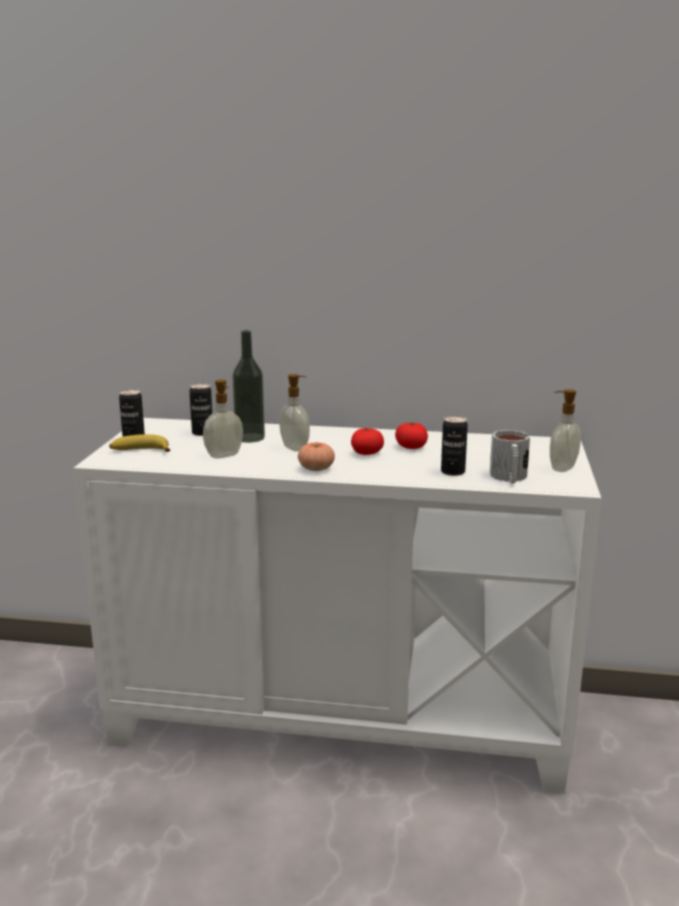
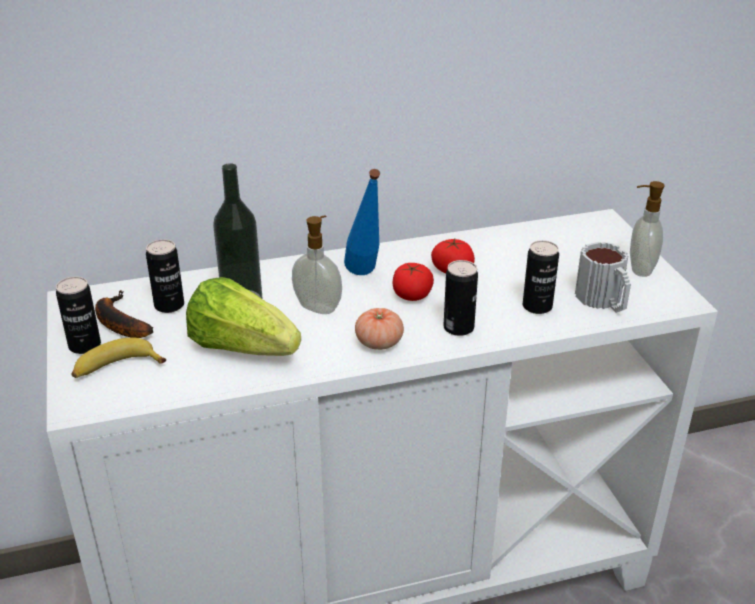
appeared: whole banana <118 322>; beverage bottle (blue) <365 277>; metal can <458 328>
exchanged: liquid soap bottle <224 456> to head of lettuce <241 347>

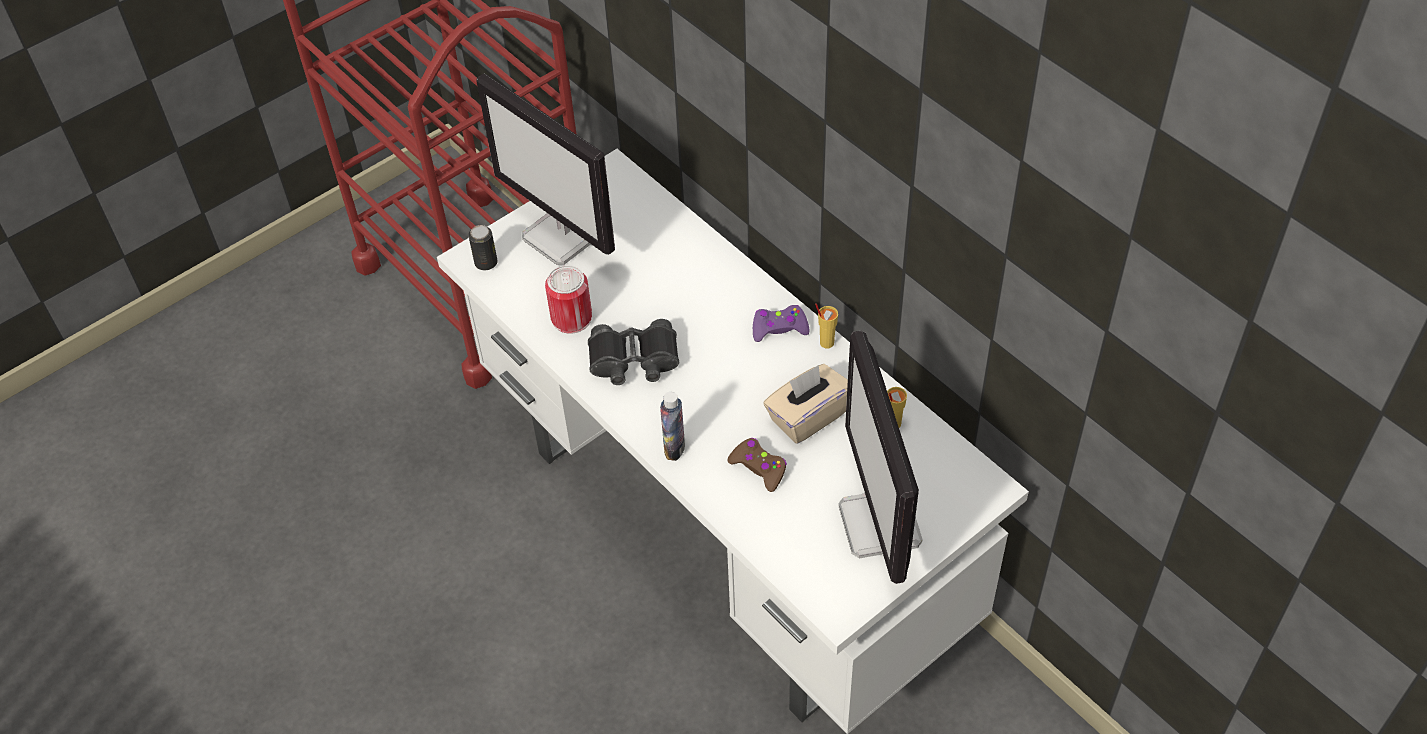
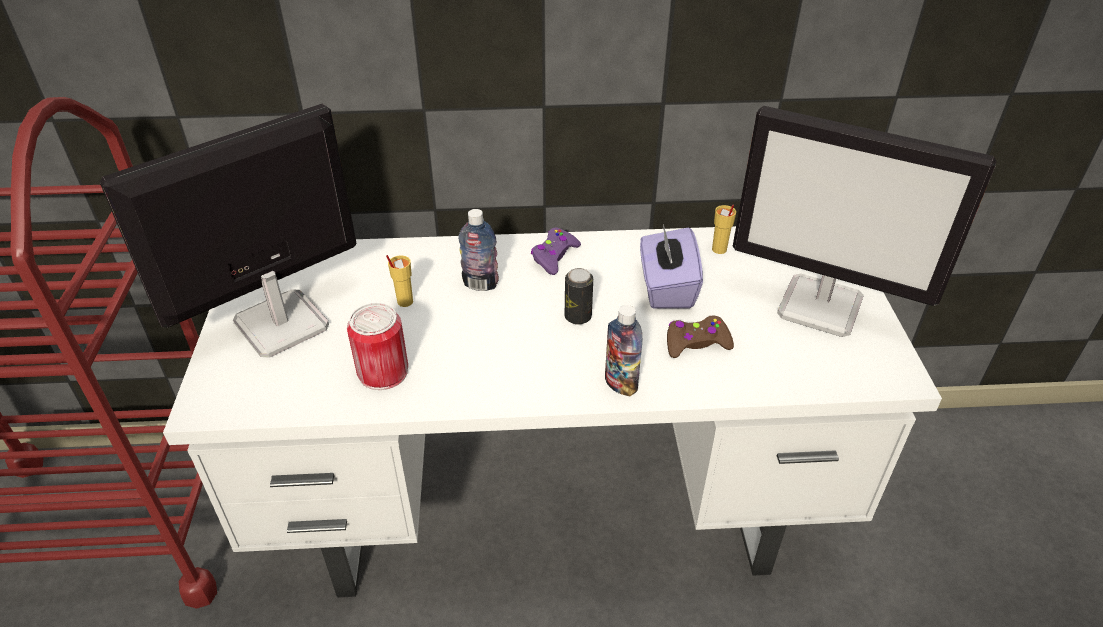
missing: binoculars (blackish) <634 361>
appeared: beverage bottle <480 284>
relocated: metal can <486 263> to <578 317>; small cup (yellowish) <826 342> to <404 302>
colour: tissue holder (sand-coloured) <808 416> to tissue holder (purple-coloured) <666 288>
spun: computer screen <563 236> = <280 326> 150 degrees clockwise

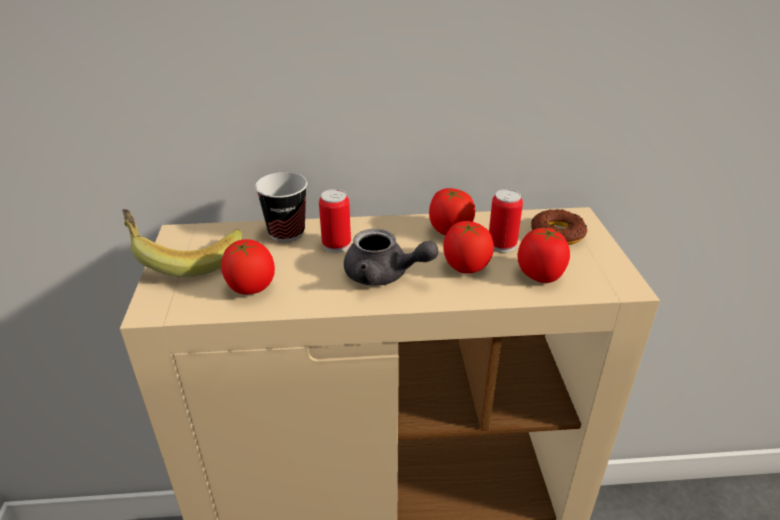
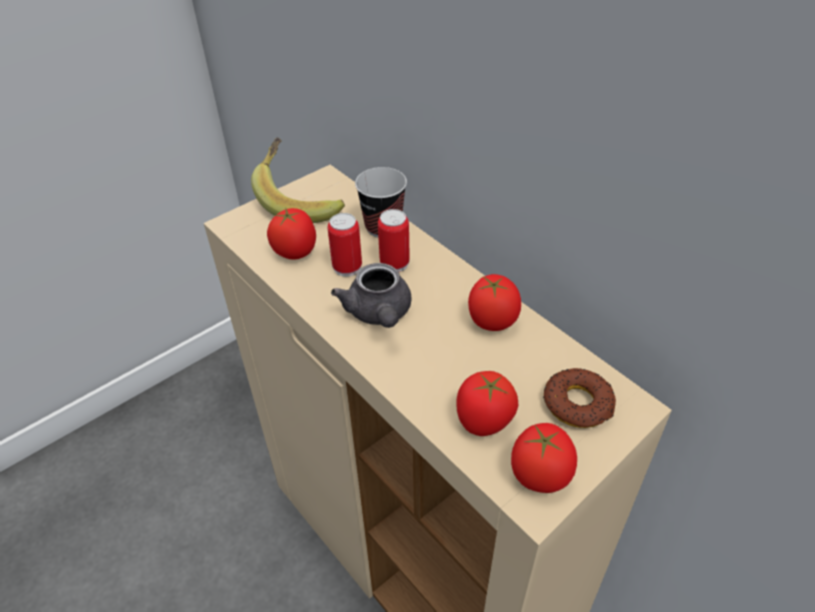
relocated: fresh tomato <465 267> to <539 474>; metal can <502 244> to <347 267>

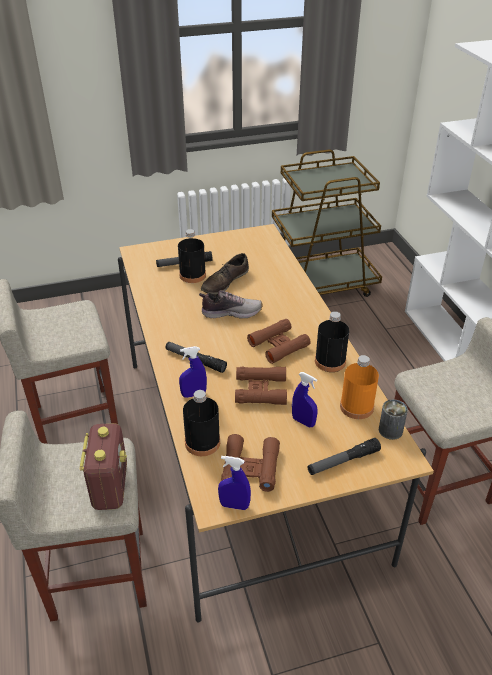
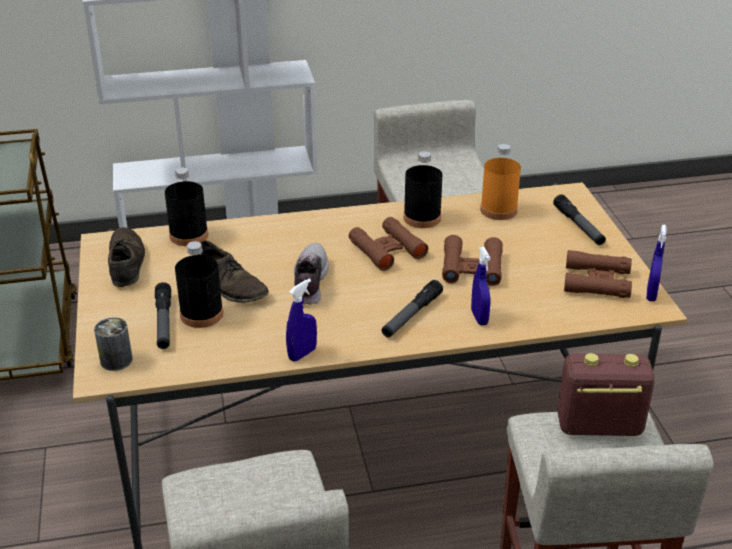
appeared: shoe (brownish) <126 263>
relocated: beverage bottle (blackish) <202 442> to <189 235>; hand sprayer (blue) <303 422> to <302 354>; metal can <390 430> to <116 360>

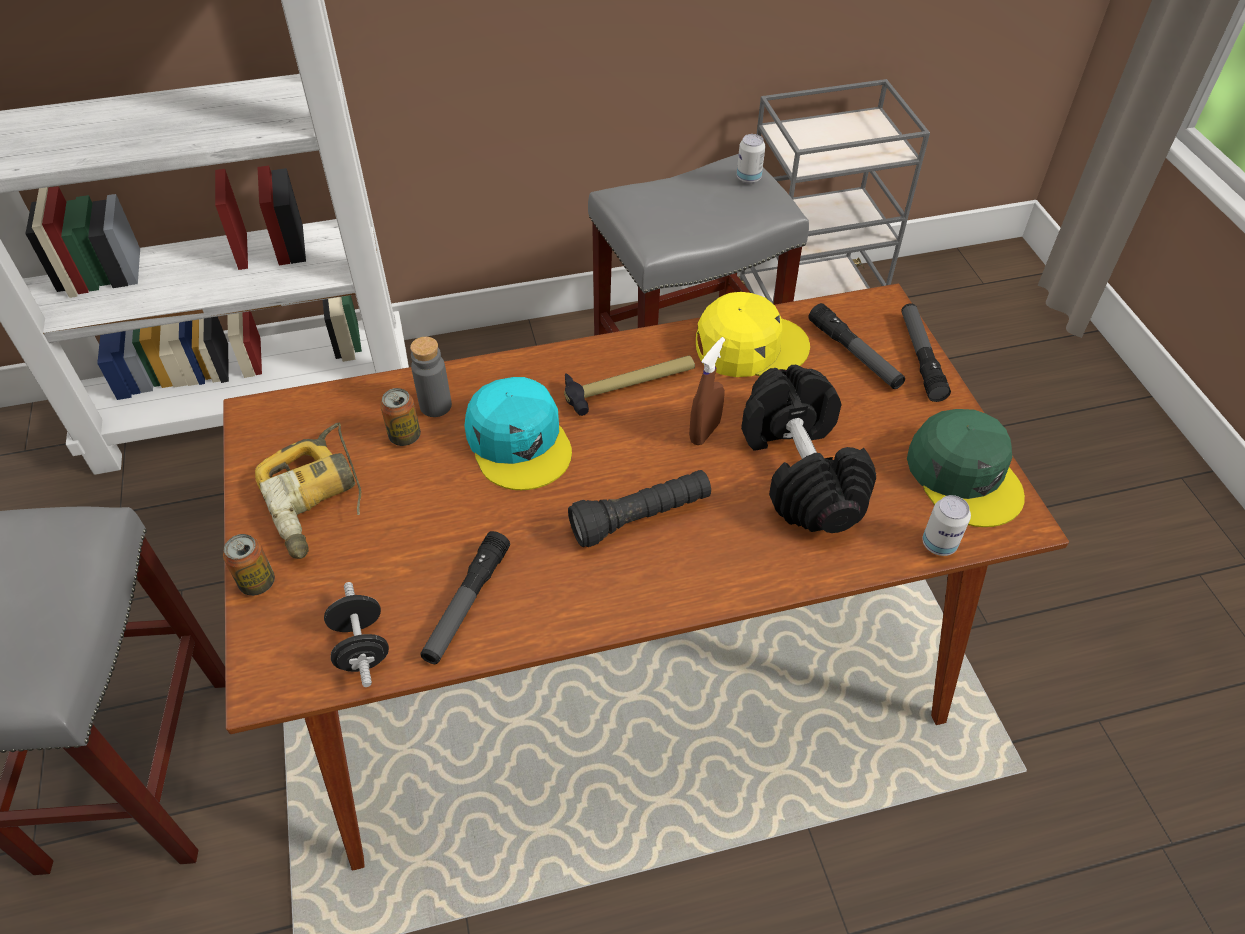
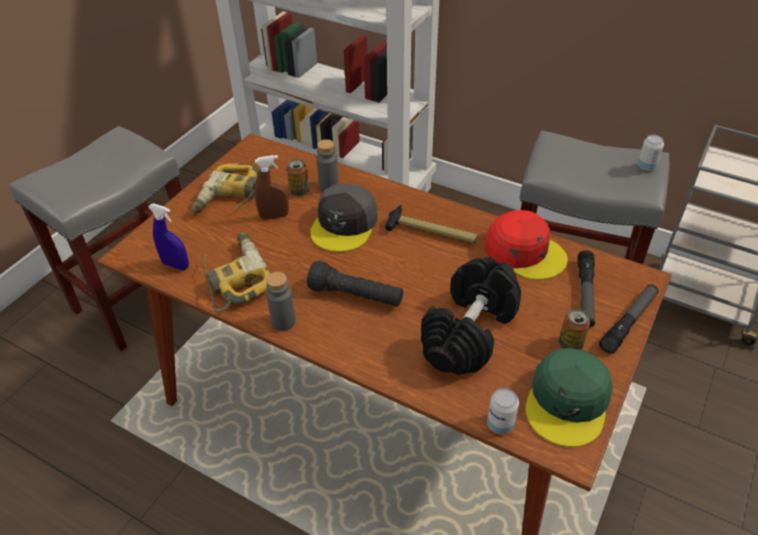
appeared: beverage bottle (gray) <283 322>
relocated: metal can <257 582> to <570 344>; hand sprayer (brownish) <705 432> to <274 216>
exchanged: hand weight (blackish) <361 647> to hand sprayer (blue) <176 265>; flashlight <466 603> to power drill <235 277>
colour: baseball cap (turquoise) <519 442> to baseball cap (gray) <345 224>; baseball cap (yellowish) <750 346> to baseball cap (red-coloured) <524 252>

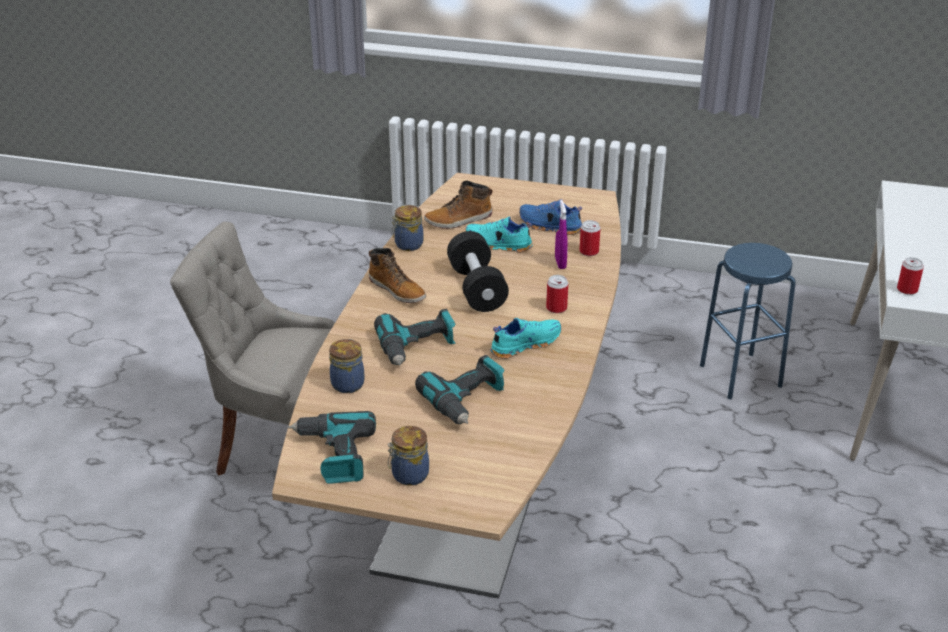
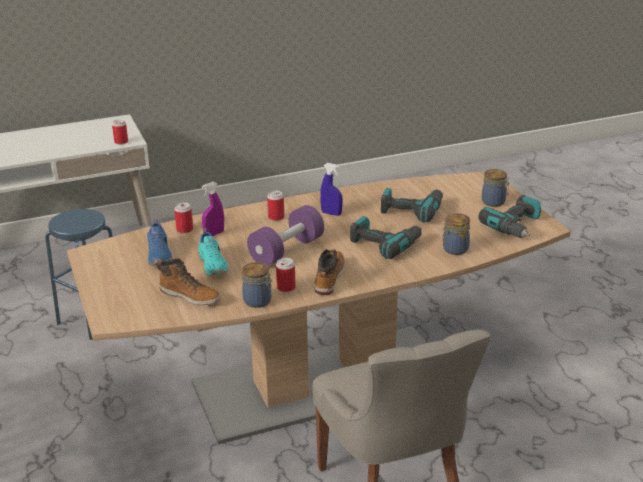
appeared: metal can <286 288>
exchanged: shoe (turquoise) <524 344> to hand sprayer (blue) <331 213>
colour: hand weight (blackish) <477 288> to hand weight (purple-coloured) <286 250>

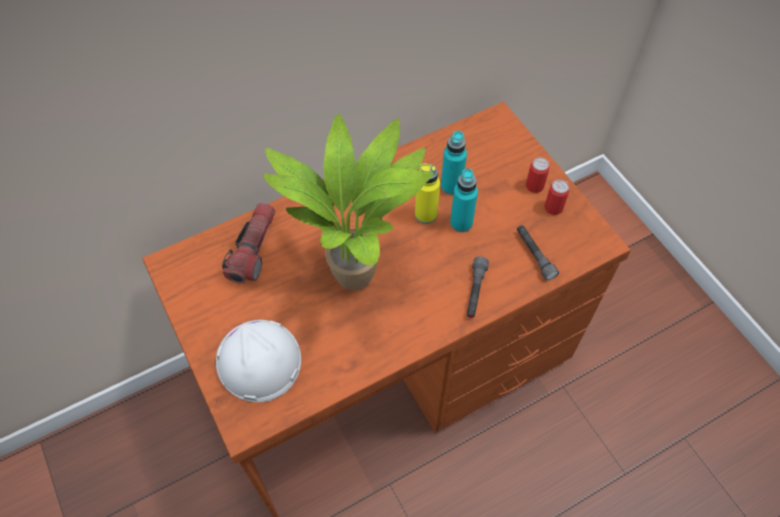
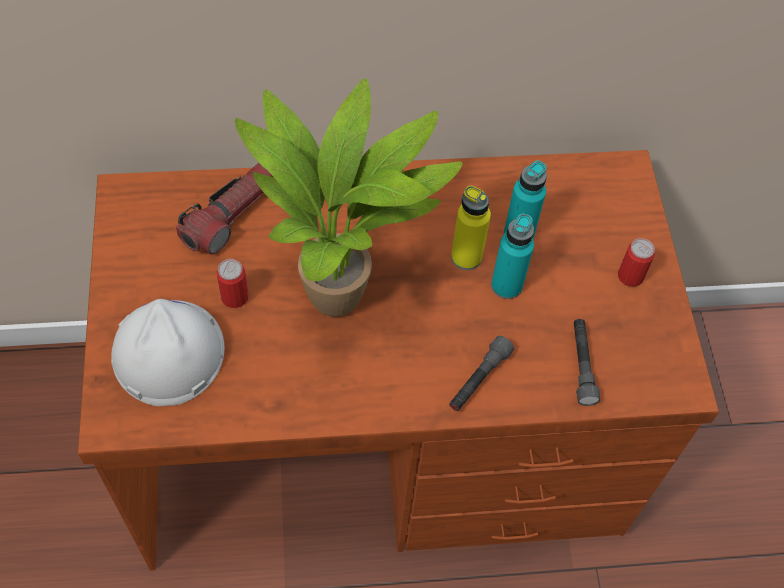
relocated: metal can <553 207> to <234 297>

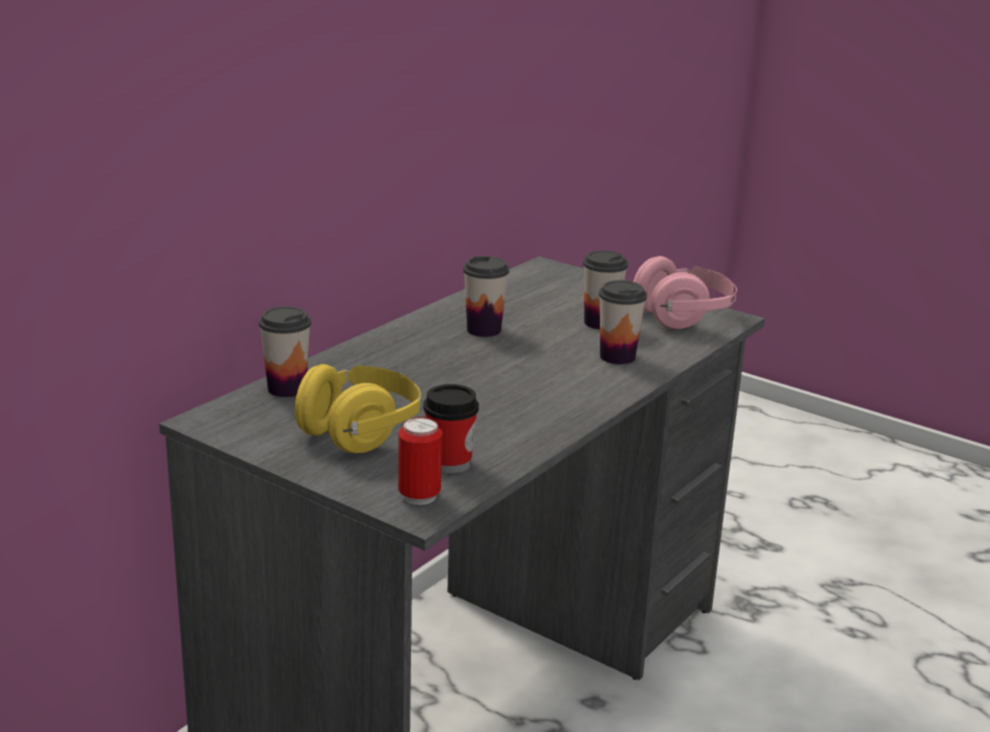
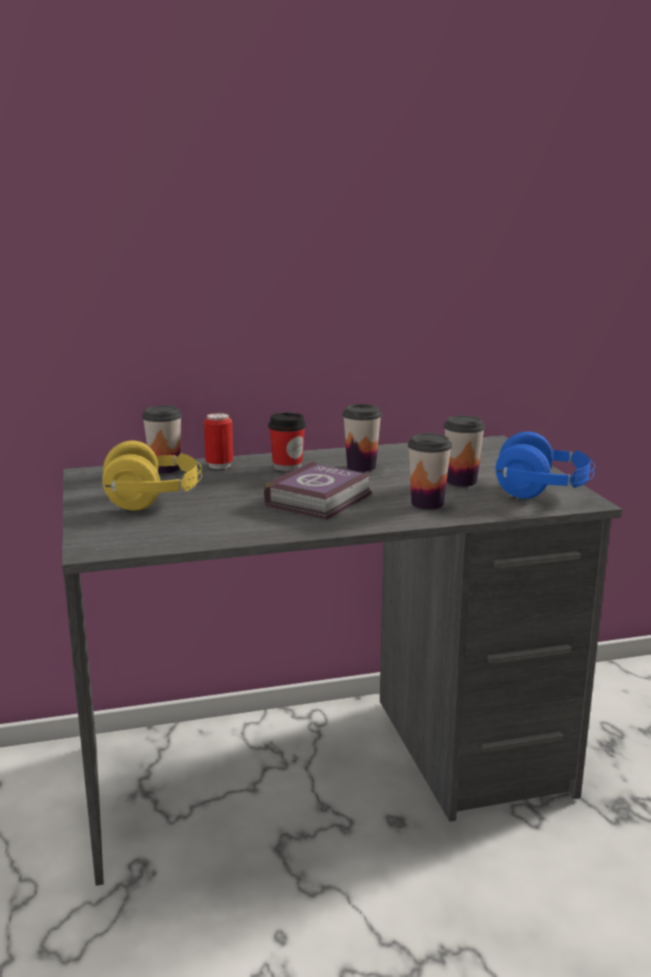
appeared: bound book <322 499>
relocated: metal can <419 496> to <219 465>; small cup <449 463> to <287 467>
colour: pair of headphones (pinkish) <683 316> to pair of headphones (blue) <543 492>

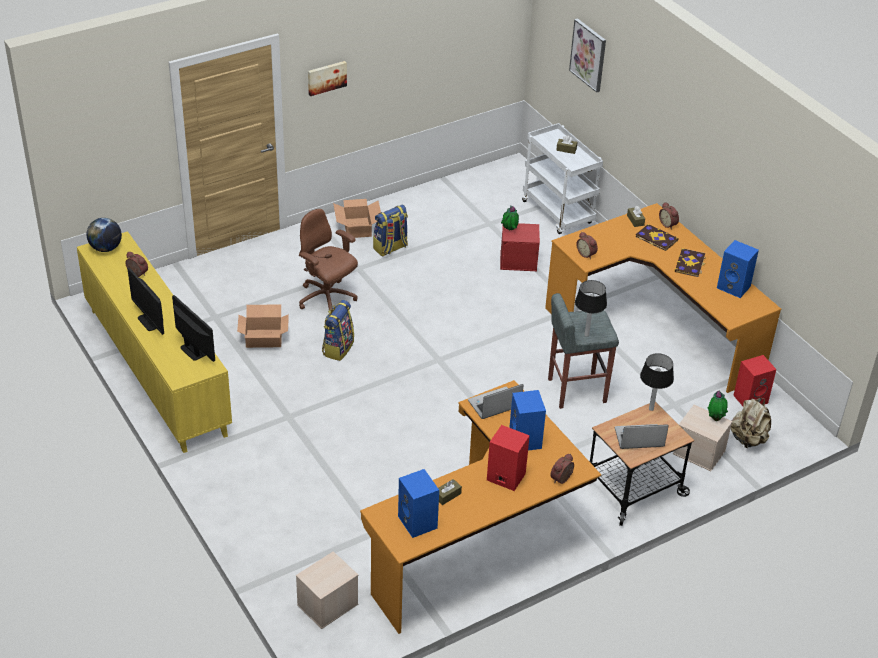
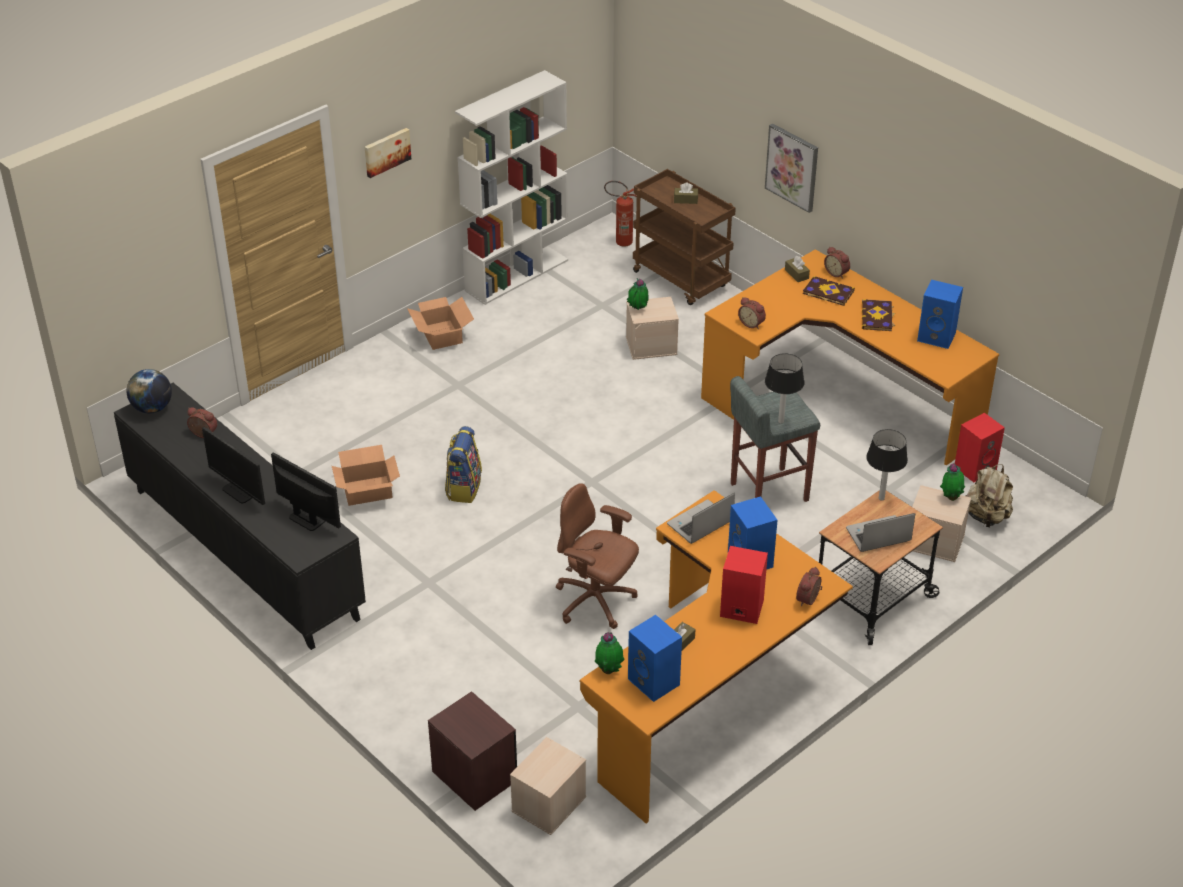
missing: rucksack <390 248>
appeared: nightstand (brownish) <474 776>; shelving unit (white) <517 275>; plant in a pot <609 670>; fire extinguisher <619 242>
relocated: desk chair (brownish) <327 299> to <596 602>; wall art <588 55> to <792 167>
colour: storage cabinet (yellowish) <156 371> to storage cabinet (blackish) <244 554>; storage bin (red-coloured) <519 260> to storage bin (sand-coloured) <652 345>; cart (white) <558 213> to cart (brownish) <682 280>

